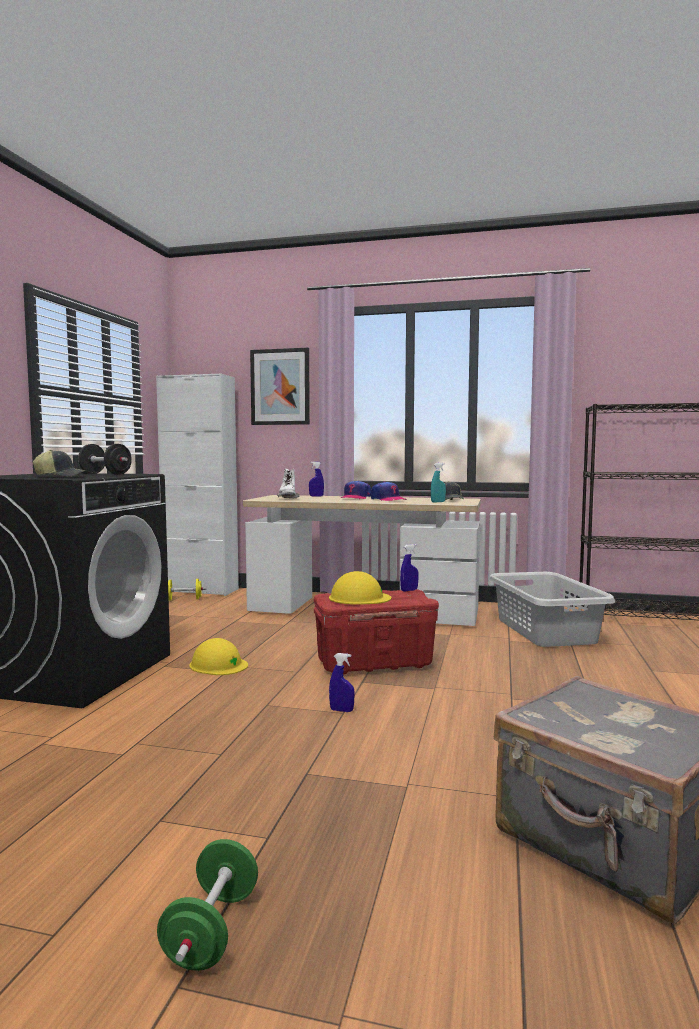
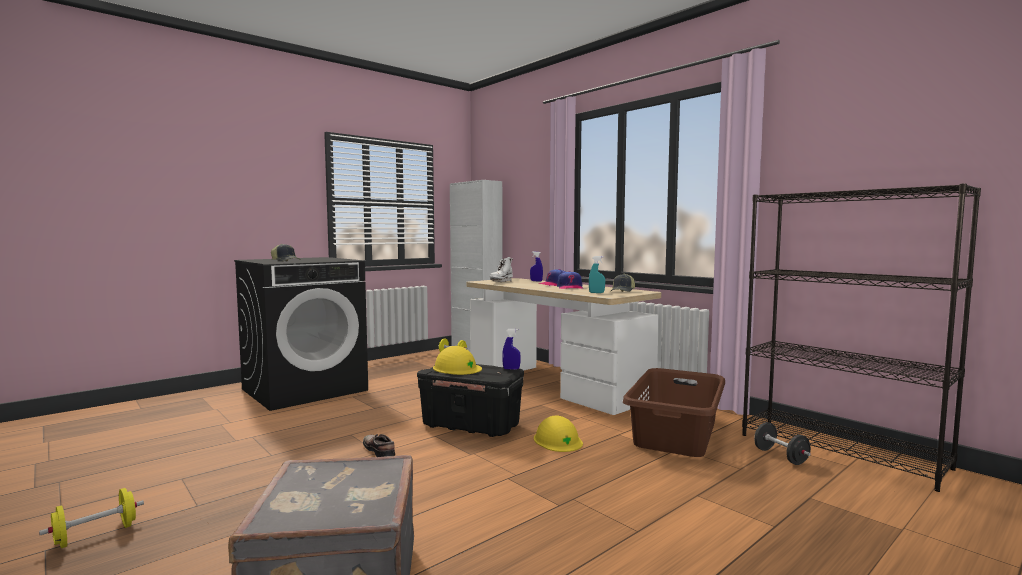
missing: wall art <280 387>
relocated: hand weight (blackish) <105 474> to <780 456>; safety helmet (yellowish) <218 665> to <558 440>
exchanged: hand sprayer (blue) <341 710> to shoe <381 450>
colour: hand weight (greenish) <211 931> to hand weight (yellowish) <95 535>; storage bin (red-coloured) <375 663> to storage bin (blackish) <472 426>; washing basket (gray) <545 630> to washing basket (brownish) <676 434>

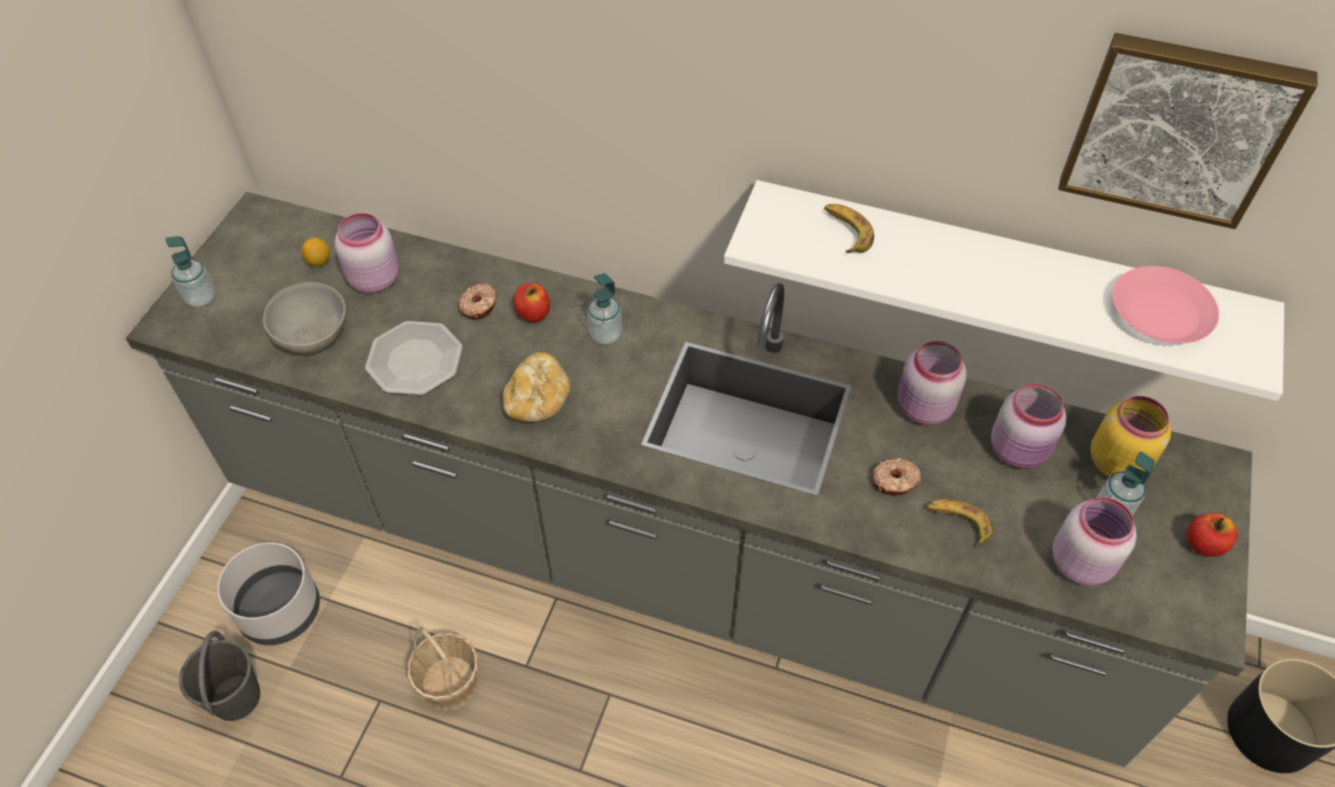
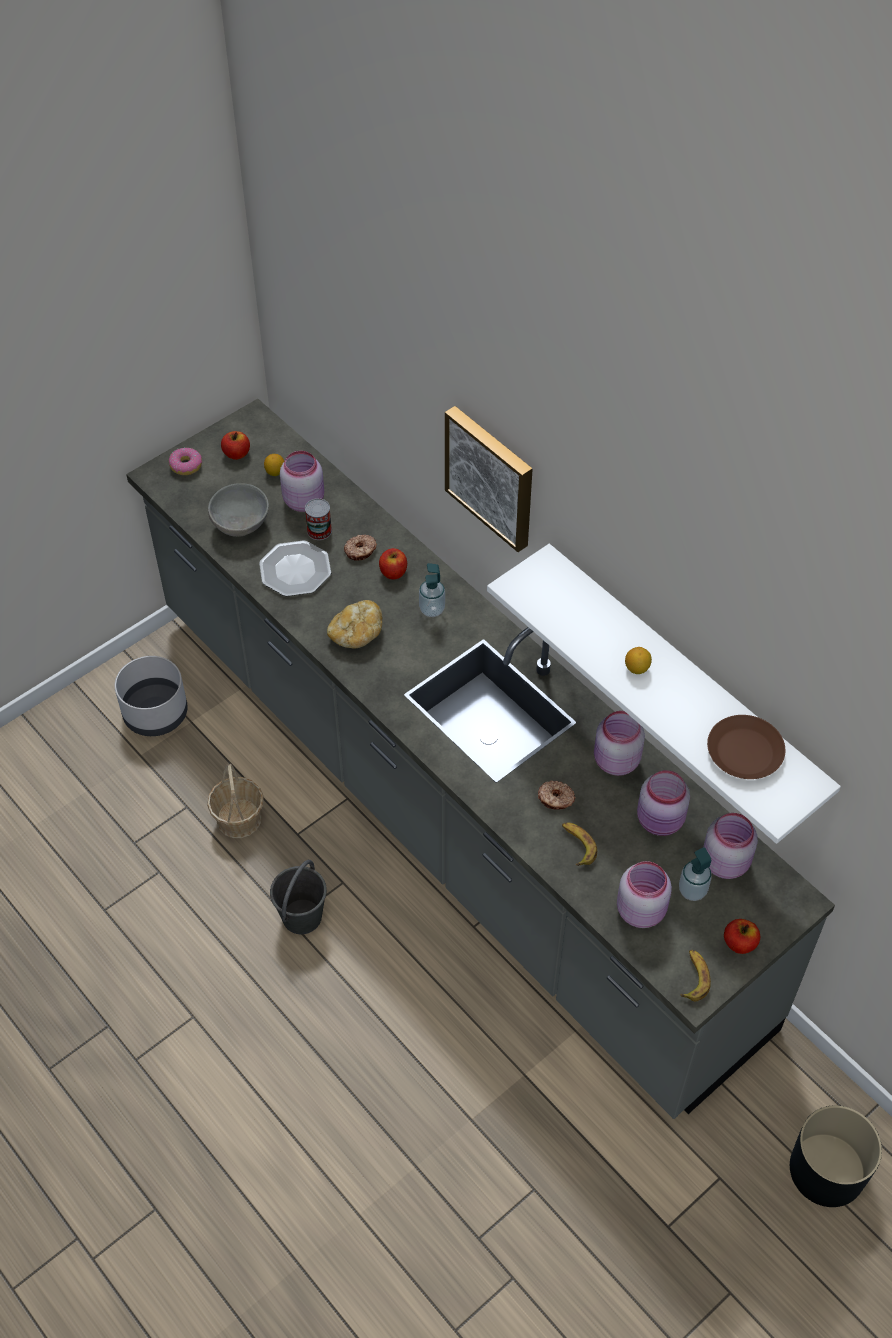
appeared: apple <236 454>; metal can <319 531>; lemon <637 668>
relocated: pail (gray) <236 698> to <301 917>; whole banana <846 232> to <693 977>; wall art <1178 128> to <491 476>
exchanged: liquid soap bottle <201 297> to donut <186 466>
colour: jar (yellowish) <1115 460> to jar (pinkish) <725 861>; plate (pinkish) <1160 313> to plate (brownish) <744 753>

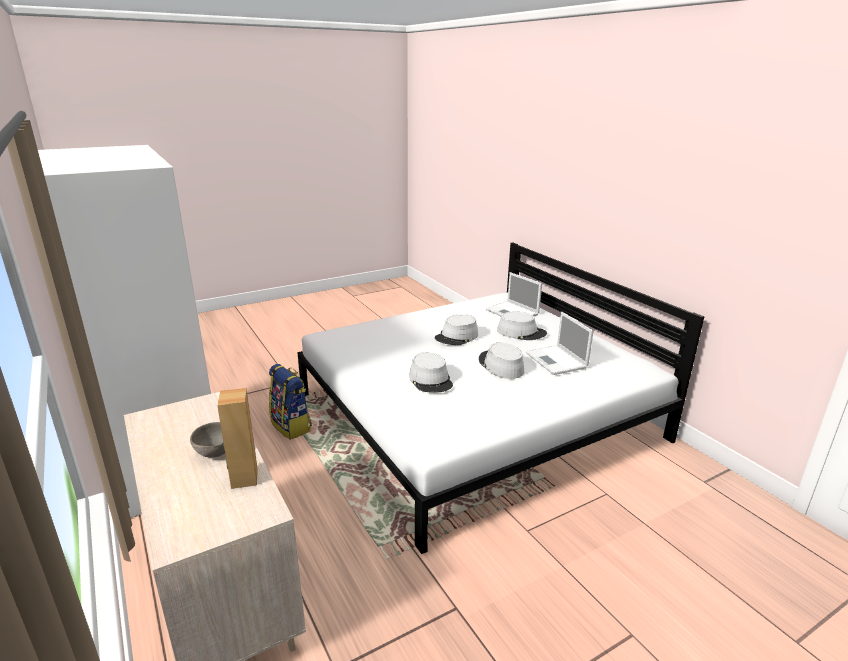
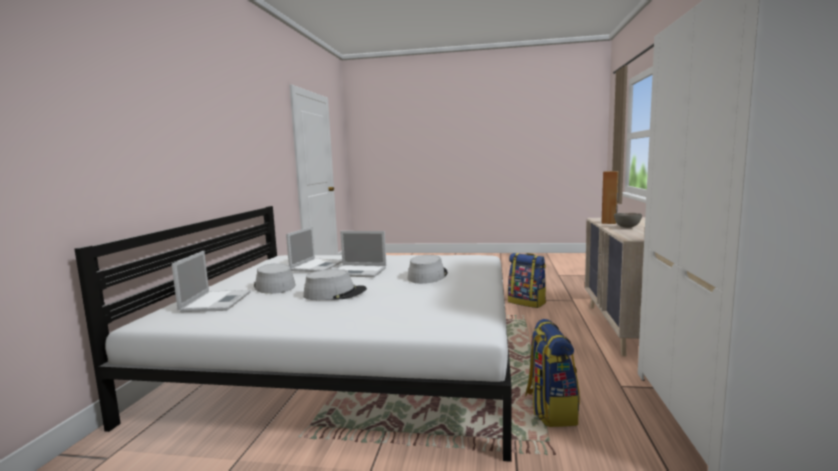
appeared: rucksack <527 302>
exchanged: hat (gray) <500 365> to notebook computer <359 271>

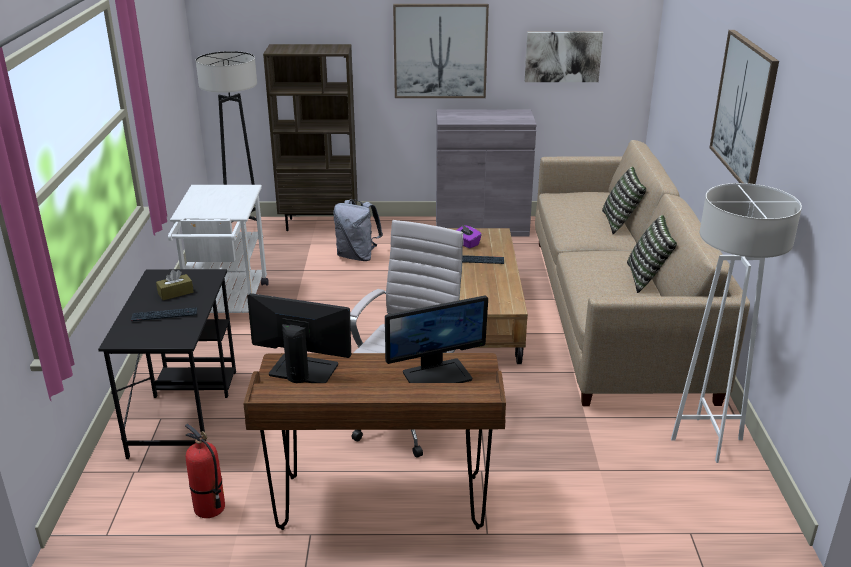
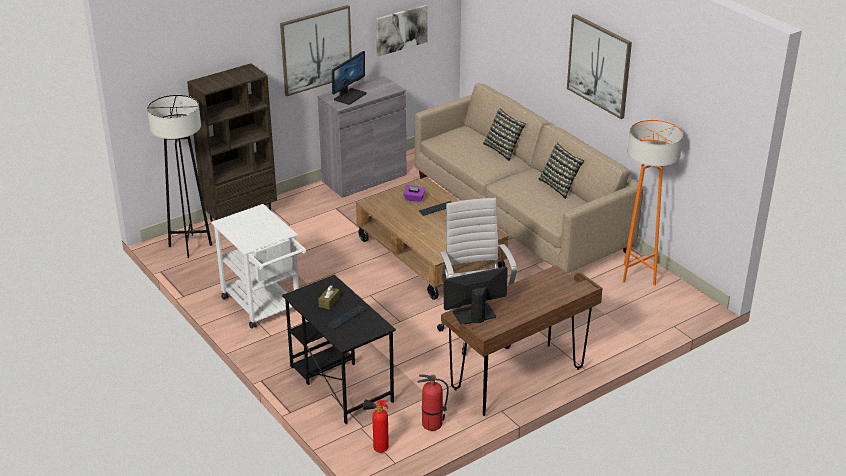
missing: rucksack (gray) <357 256>
appeared: fire extinguisher <377 448>
relocated: computer screen <437 375> to <349 96>
colour: floor lamp (white) <706 439> to floor lamp (orange) <639 274>

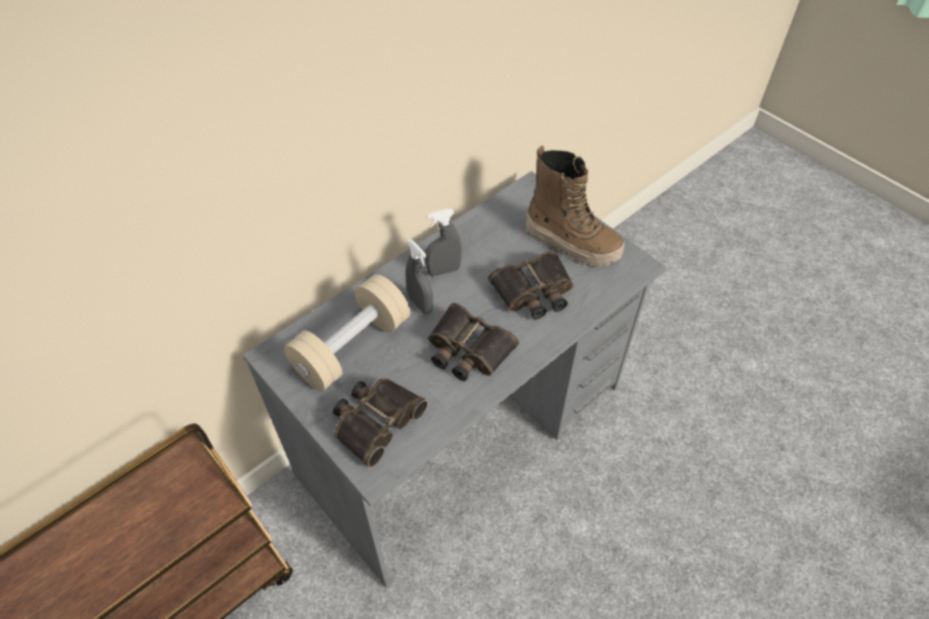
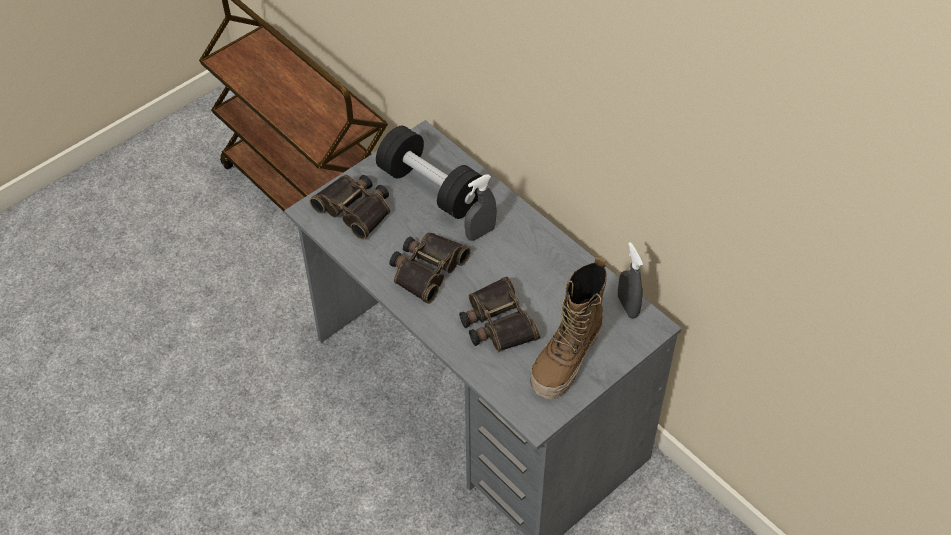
relocated: hand sprayer (gray) <443 271> to <627 306>
colour: hand weight (sand-coloured) <352 347> to hand weight (blackish) <430 188>

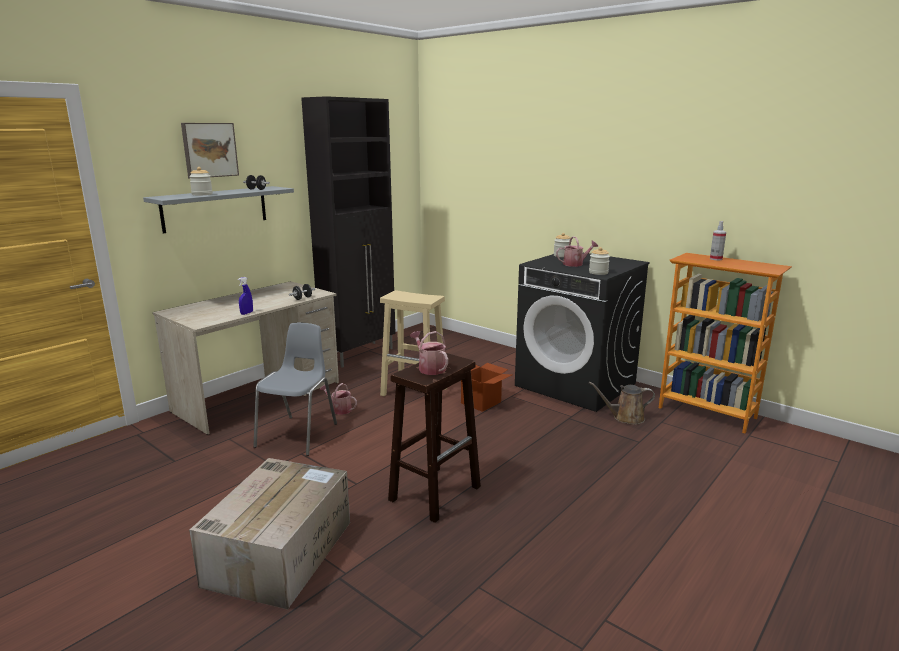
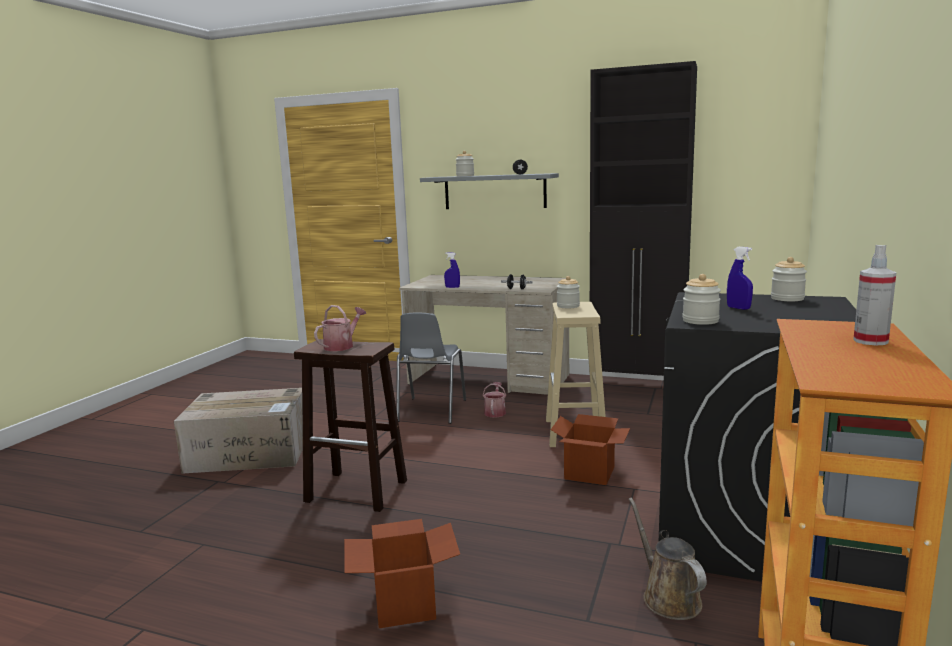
missing: wall art <209 150>
appeared: packing box <405 605>; jar <568 306>
exchanged: watering can <575 264> to hand sprayer (blue) <738 308>
spun: plain chair (gray) <298 435> = <431 411> 105 degrees clockwise

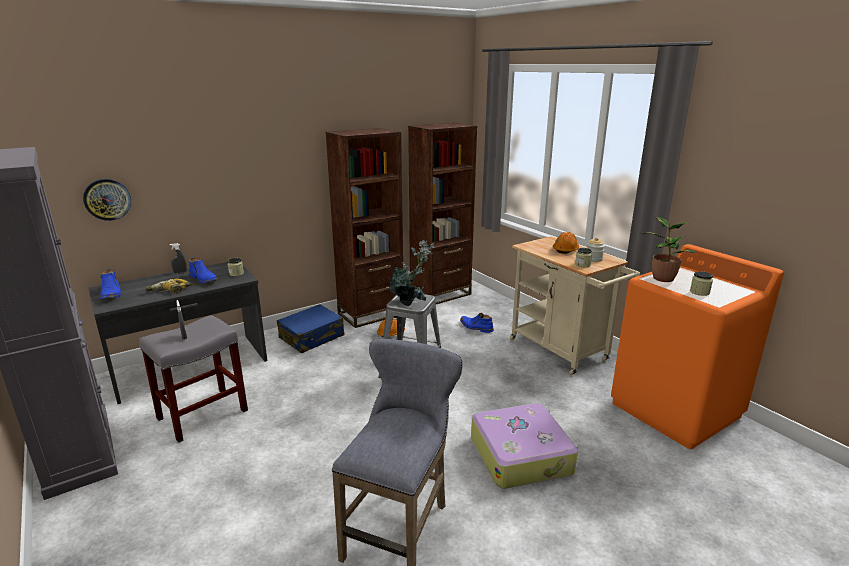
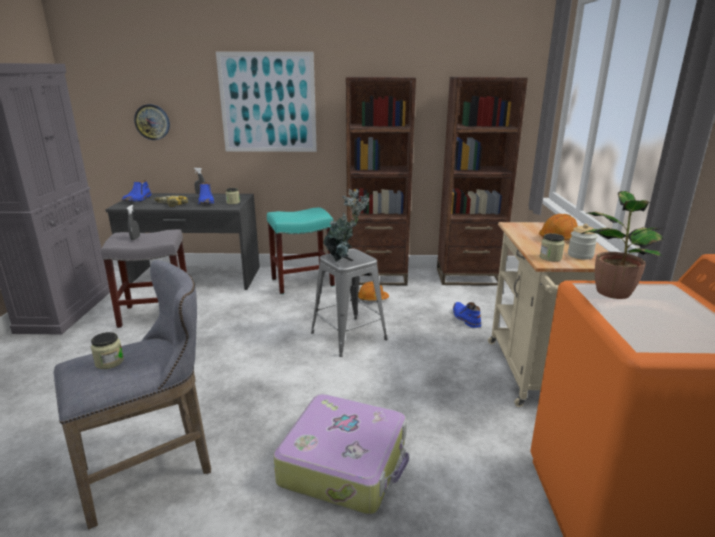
appeared: wall art <268 103>
relocated: jar <699 292> to <109 362>
exchanged: suitcase (blue) <312 337> to sitting stool (turquoise) <303 282>

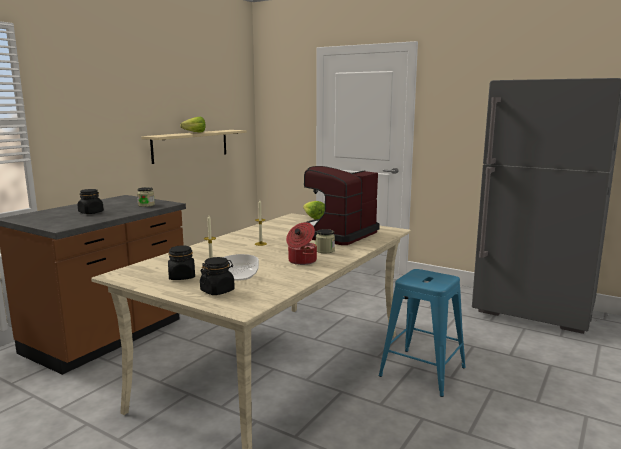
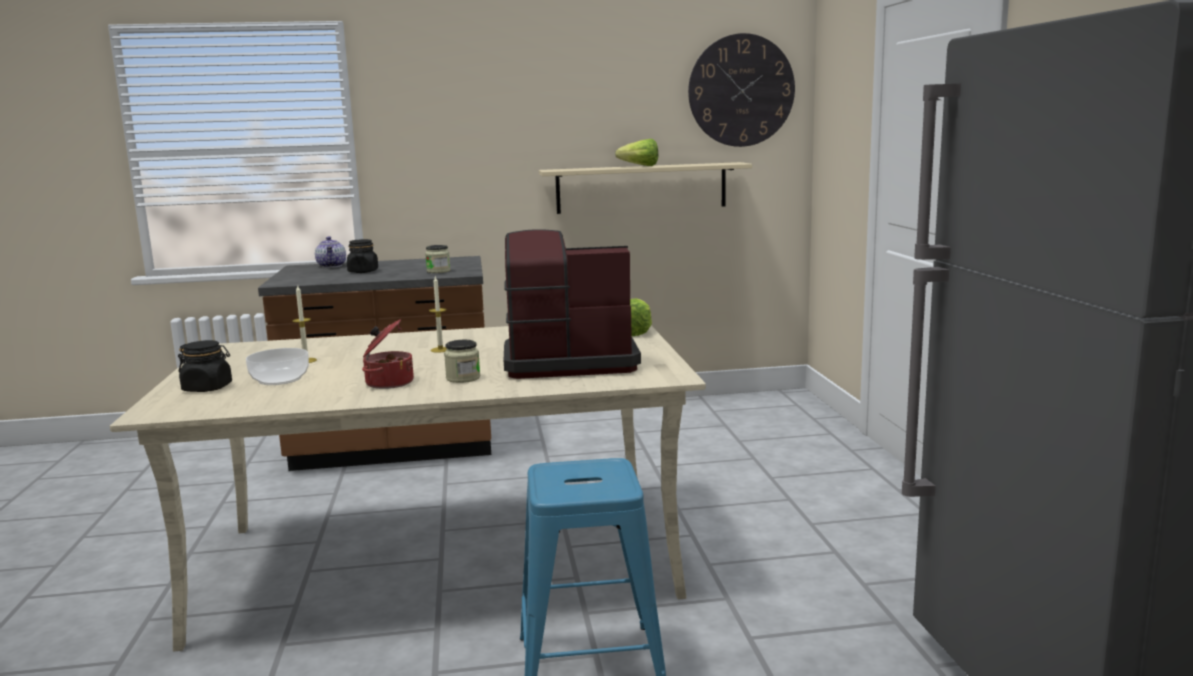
missing: jar (blackish) <182 277>
appeared: tea pot <332 266>; wall clock <741 90>

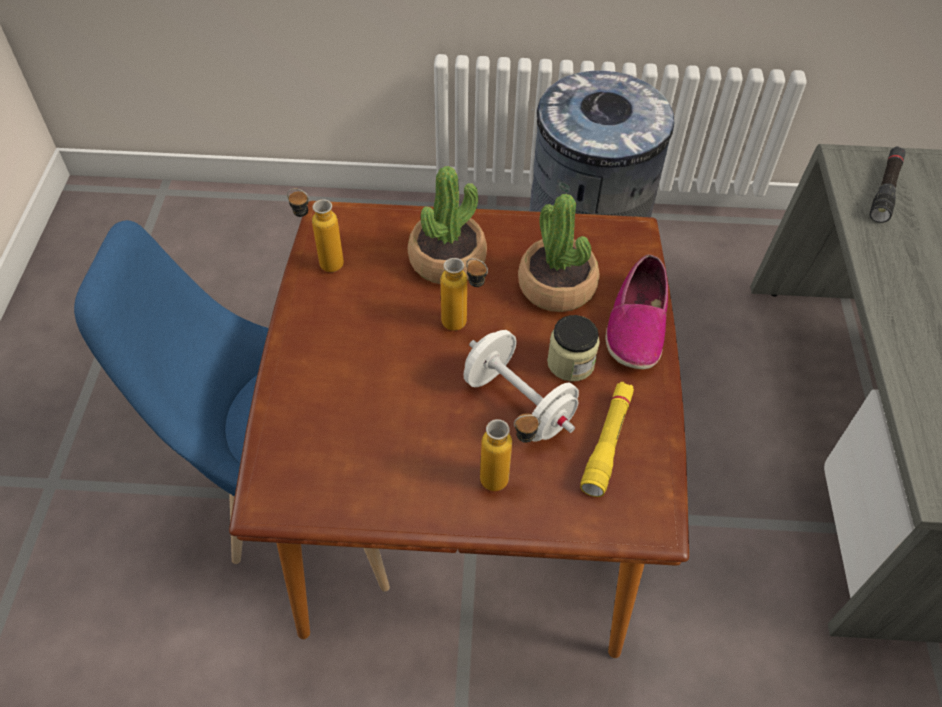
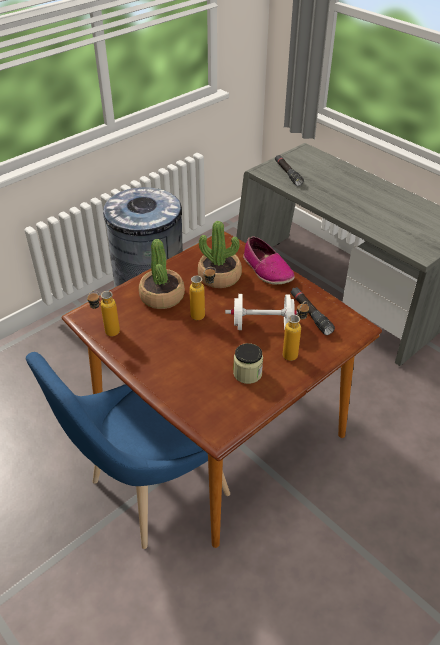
relocated: jar <570 363> to <247 373>
colour: flashlight (yellowish) <607 443> to flashlight (blackish) <310 314>

